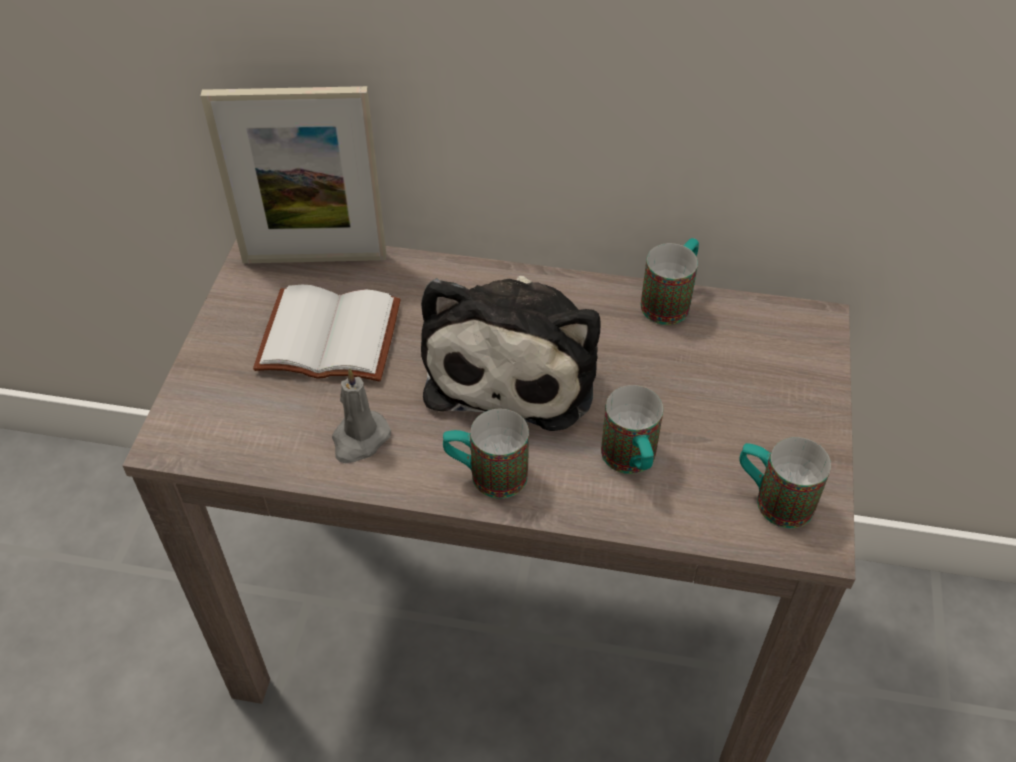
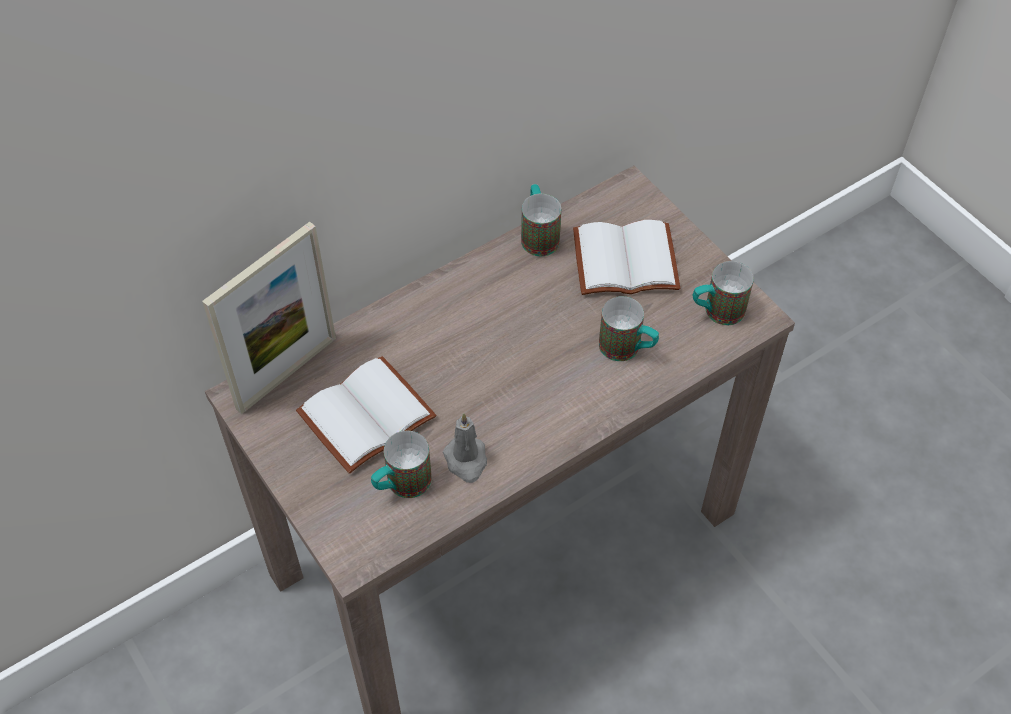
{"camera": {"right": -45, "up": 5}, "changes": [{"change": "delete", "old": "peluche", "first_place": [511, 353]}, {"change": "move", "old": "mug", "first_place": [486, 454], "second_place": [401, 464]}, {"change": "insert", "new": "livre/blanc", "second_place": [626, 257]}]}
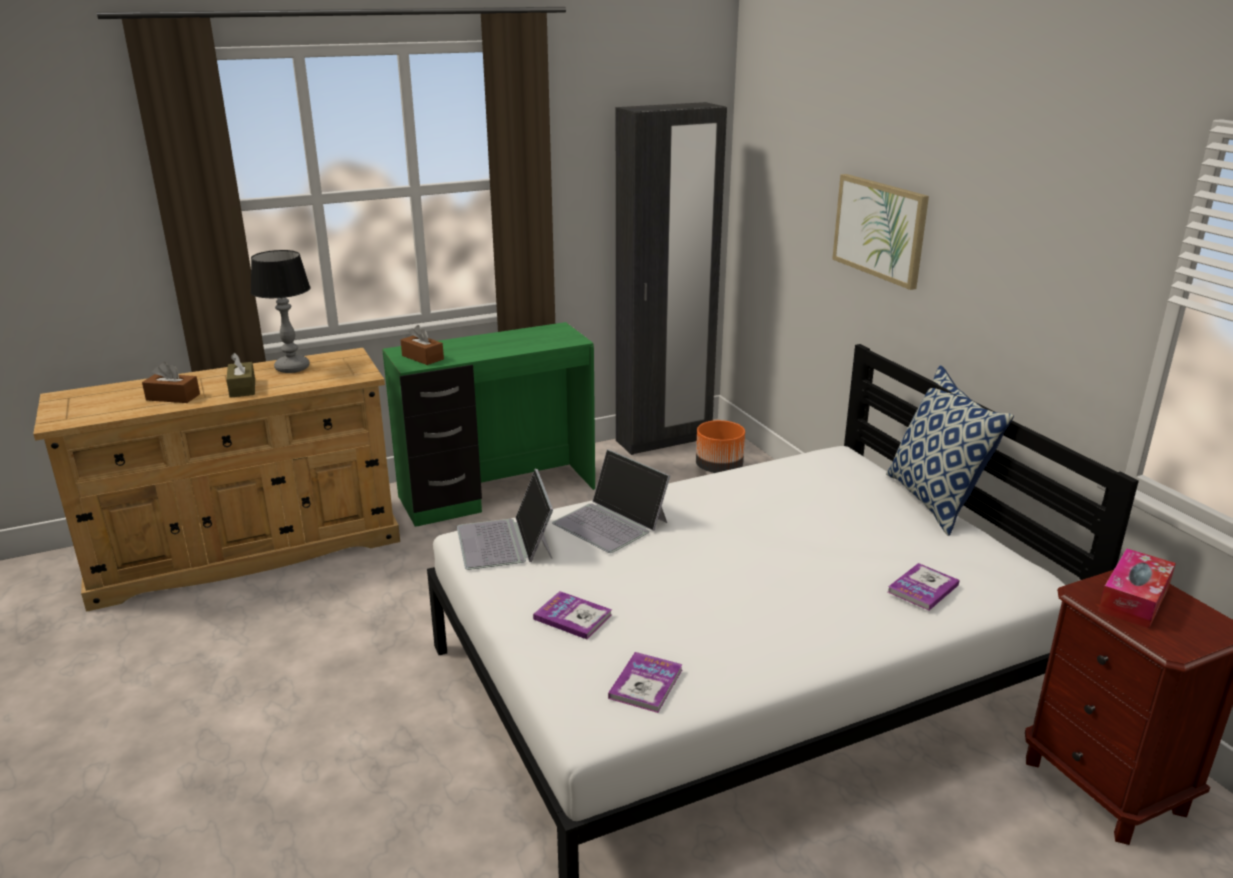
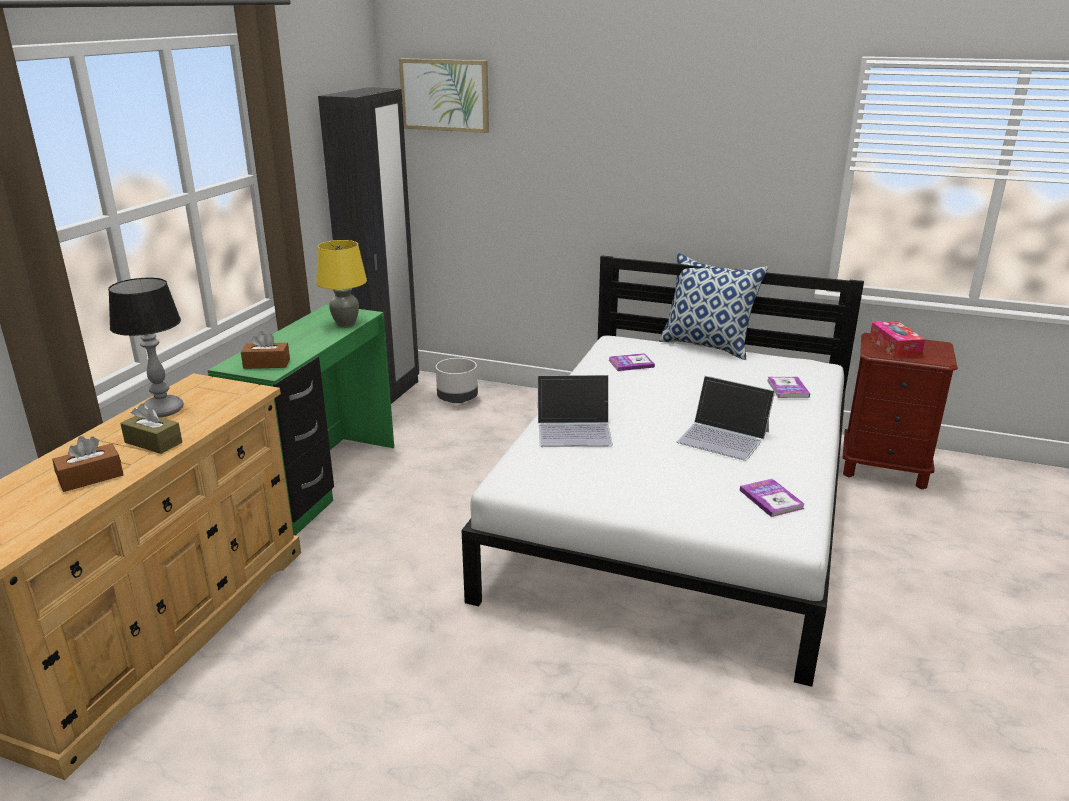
{"camera": {"right": -45, "up": 0}, "changes": [{"change": "move", "old": "ordinateur portable", "first_place": [505, 519], "second_place": [726, 418]}, {"change": "move", "old": "livre", "first_place": [572, 615], "second_place": [632, 362]}, {"change": "recolor", "old": "cache-pot/orange", "new": "cache-pot/gris", "first_place": [720, 446], "second_place": [457, 380]}, {"change": "move", "old": "tableau", "first_place": [880, 232], "second_place": [444, 95]}, {"change": "insert", "new": "lampe de table/jaune", "second_place": [341, 284]}]}
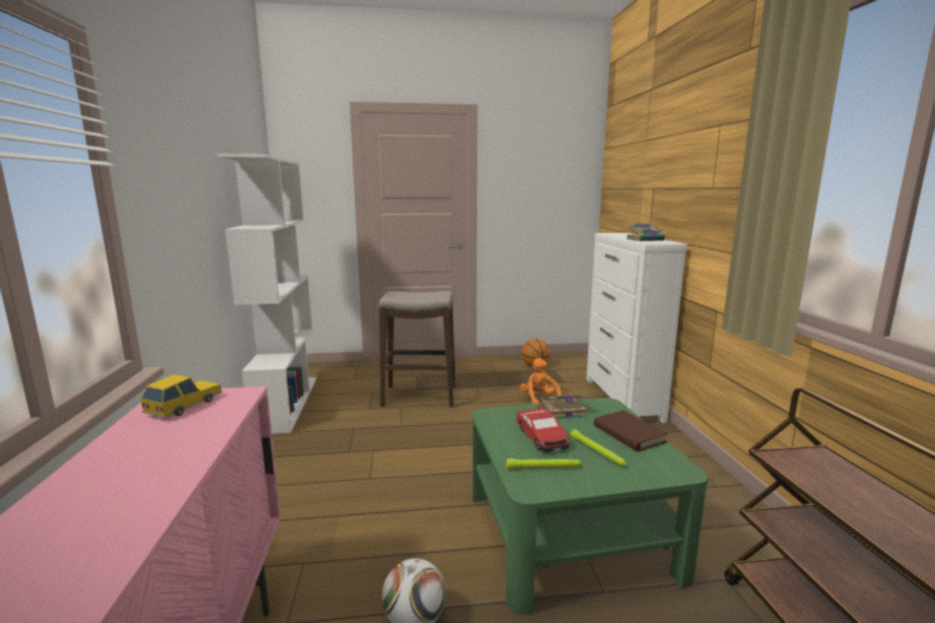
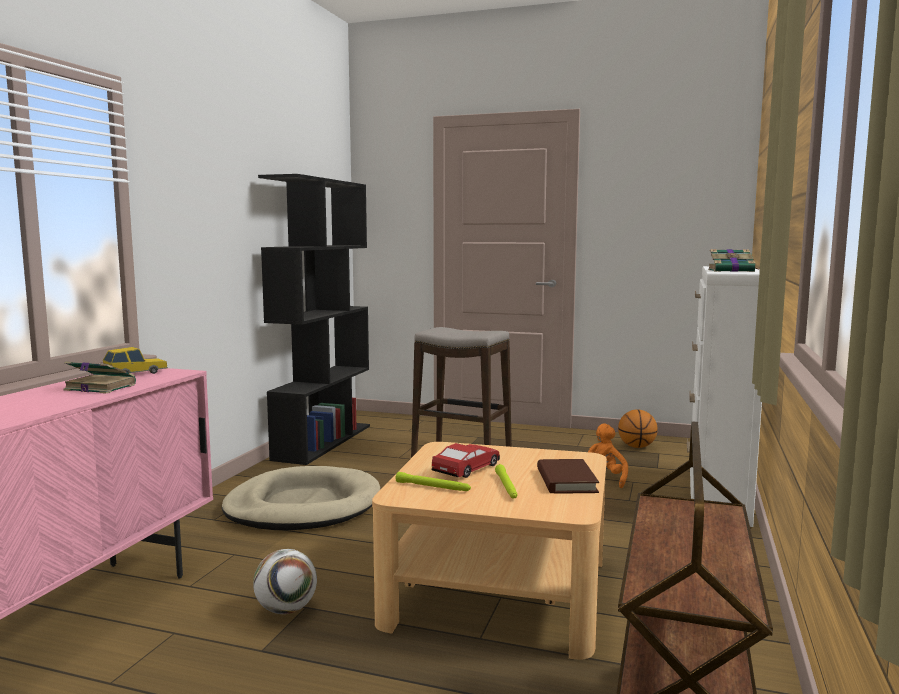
{"camera": {"right": 25, "up": -5}, "changes": [{"change": "recolor", "old": "bibliothèque/blanc", "new": "bibliothèque/noir", "first_place": [266, 294], "second_place": [314, 319]}, {"change": "recolor", "old": "table basse/vert", "new": "table basse/beige", "first_place": [590, 506], "second_place": [489, 550]}, {"change": "rotate", "old": "petite voiture", "first_place": [542, 430], "second_place": [466, 460], "degrees": -150}, {"change": "move", "old": "livre", "first_place": [562, 406], "second_place": [99, 377]}, {"change": "insert", "new": "panier pour chien/beige", "second_place": [301, 498]}]}
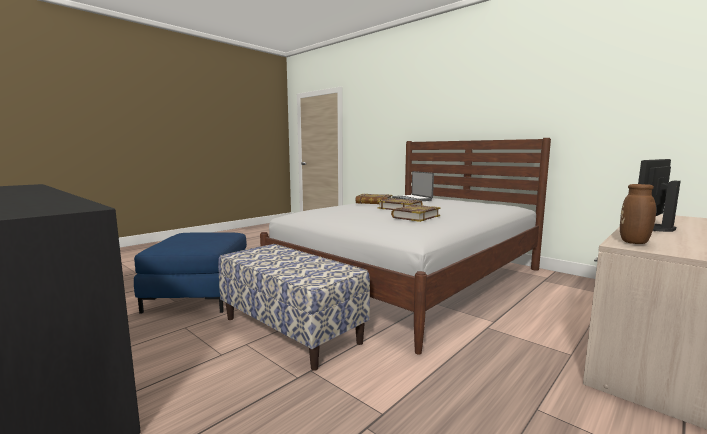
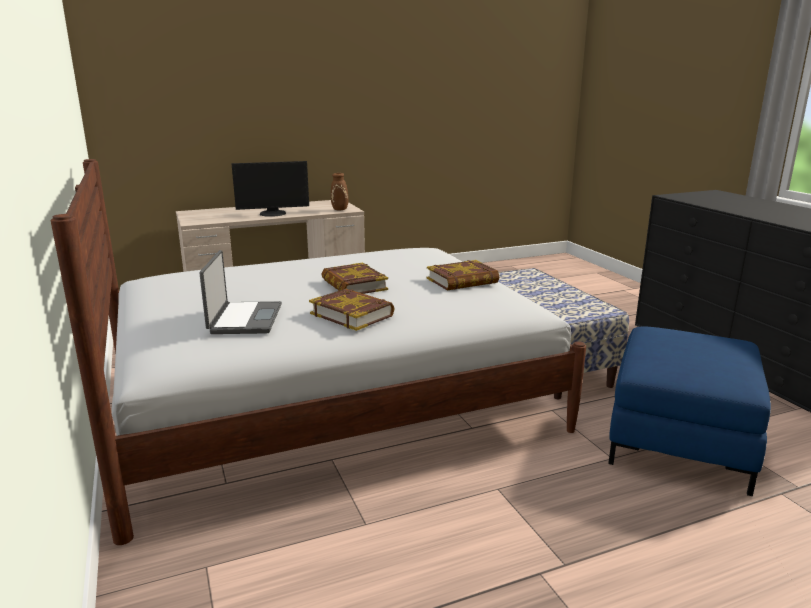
{"camera": {"right": -155, "up": 10}, "changes": [{"change": "move", "old": "livre", "first_place": [416, 213], "second_place": [463, 275]}]}
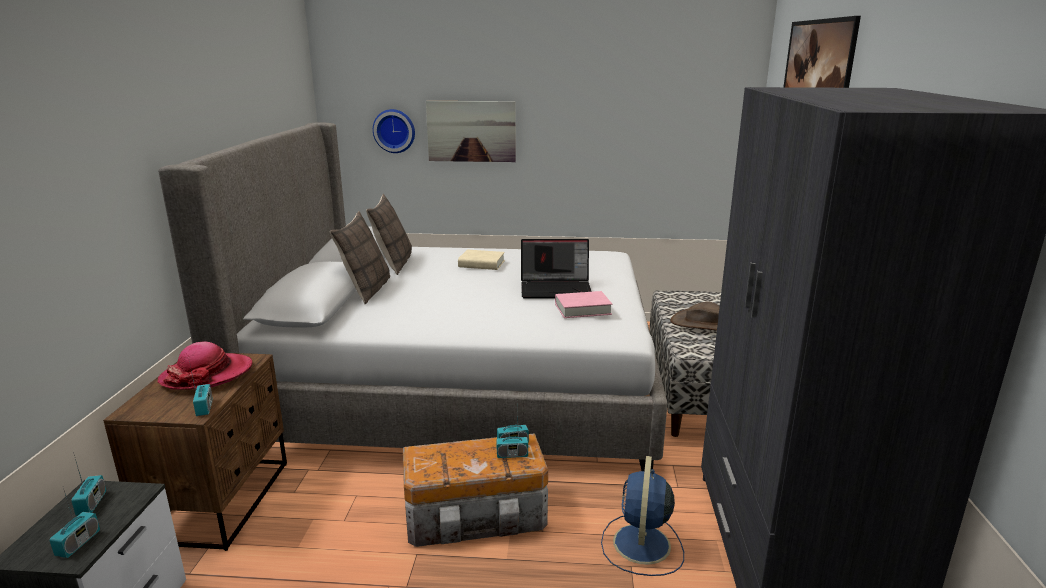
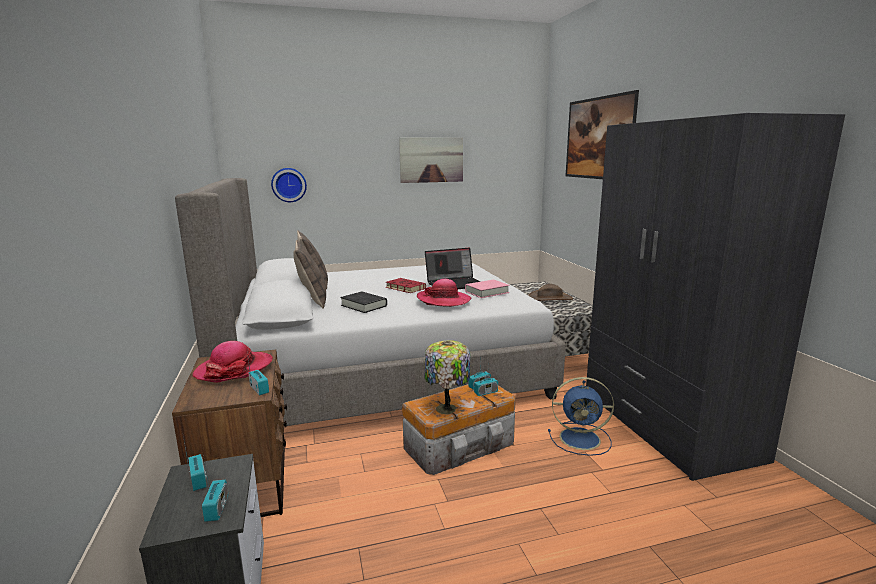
{"camera": {"right": -20, "up": -5}, "changes": [{"change": "move", "old": "tableau", "first_place": [471, 131], "second_place": [431, 160]}, {"change": "delete", "old": "livre/beige", "first_place": [481, 259]}, {"change": "rotate", "old": "ventilateur/bleu", "first_place": [642, 516], "second_place": [581, 416], "degrees": -75}, {"change": "insert", "new": "livre/noir", "second_place": [363, 302]}, {"change": "insert", "new": "livre/rouge", "second_place": [406, 285]}, {"change": "insert", "new": "chapeau", "second_place": [444, 293]}, {"change": "insert", "new": "lampe de table", "second_place": [447, 377]}]}
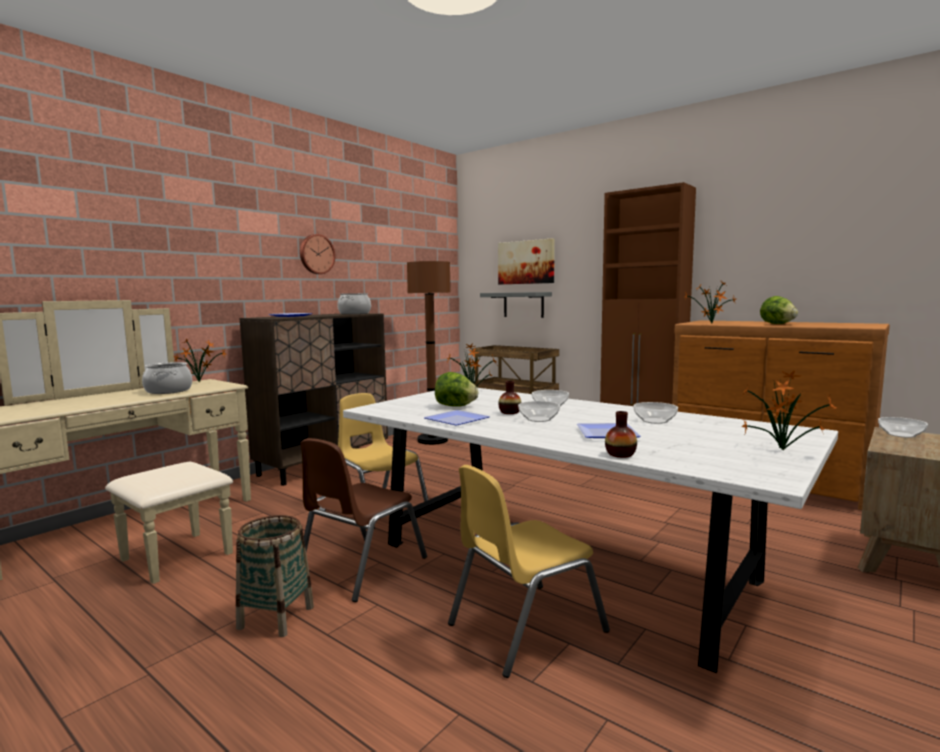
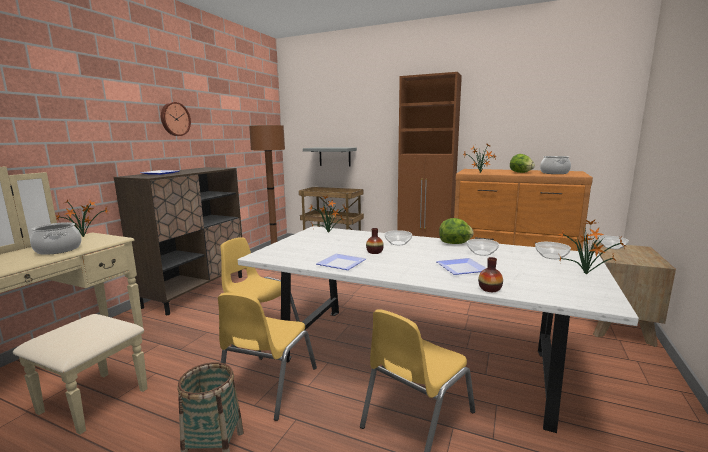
{"camera": {"right": -15, "up": 5}, "changes": [{"change": "recolor", "old": "chaise/marron", "new": "chaise/jaune", "first_place": [364, 520], "second_place": [267, 357]}, {"change": "move", "old": "marmite", "first_place": [354, 303], "second_place": [555, 165]}, {"change": "move", "old": "laitue", "first_place": [456, 389], "second_place": [456, 231]}, {"change": "delete", "old": "tableau", "first_place": [526, 261]}, {"change": "move", "old": "bol", "first_place": [539, 411], "second_place": [553, 250]}]}
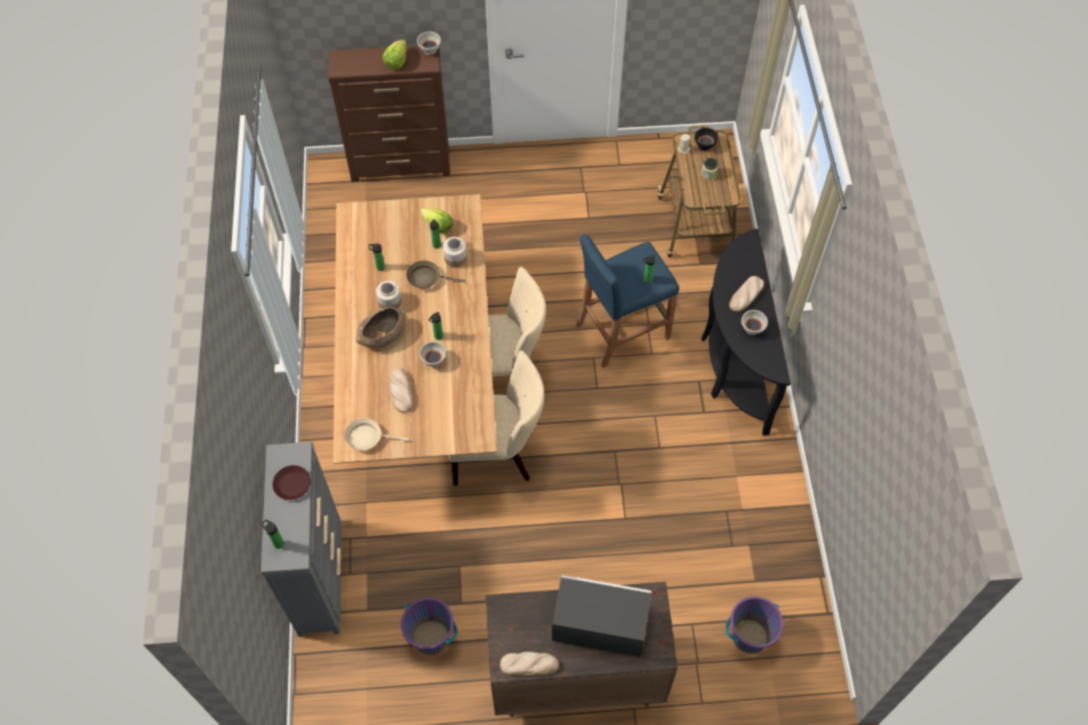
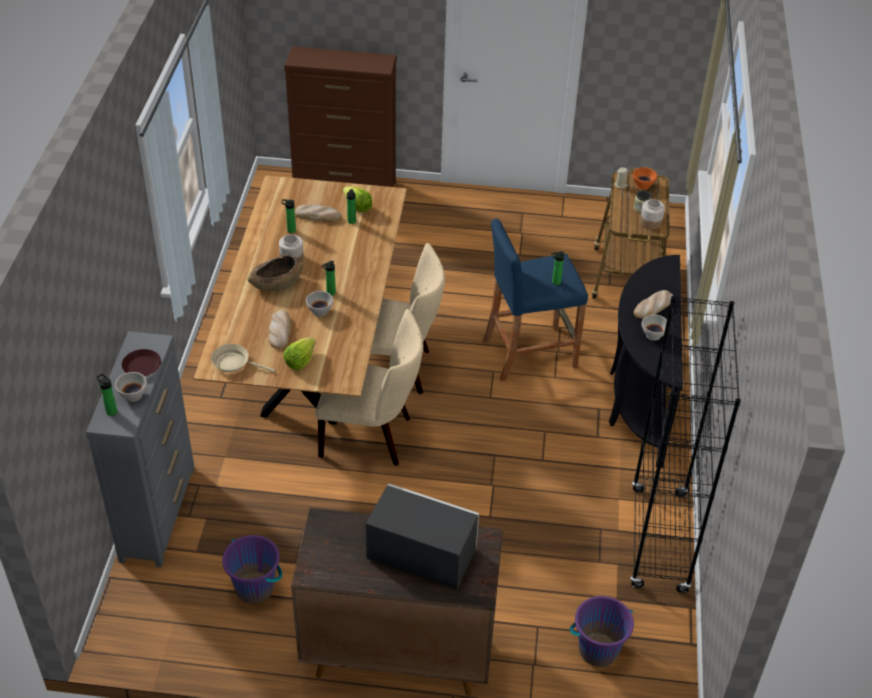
{"camera": {"right": 10, "up": -15}, "changes": [{"change": "move", "old": "laitue", "first_place": [394, 55], "second_place": [299, 353]}, {"change": "delete", "old": "poêle/marron", "first_place": [436, 274]}, {"change": "move", "old": "bol/blanc", "first_place": [429, 43], "second_place": [131, 387]}, {"change": "move", "old": "bocal", "first_place": [455, 252], "second_place": [652, 214]}, {"change": "move", "old": "pain", "first_place": [529, 664], "second_place": [318, 213]}, {"change": "recolor", "old": "bol/noir", "new": "bol/orange", "first_place": [706, 139], "second_place": [645, 178]}, {"change": "insert", "new": "bibliothèque/noir", "second_place": [685, 444]}]}
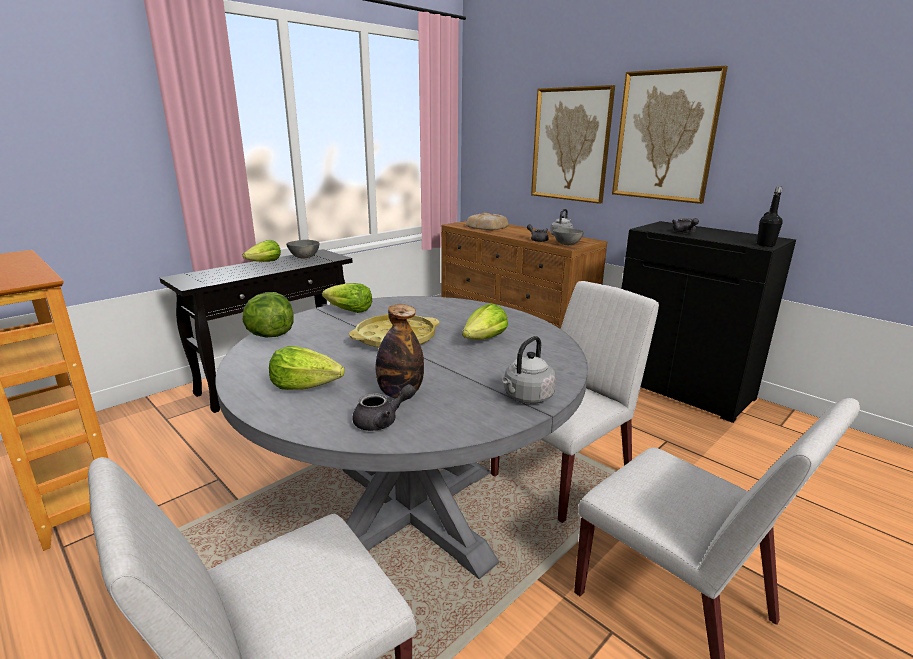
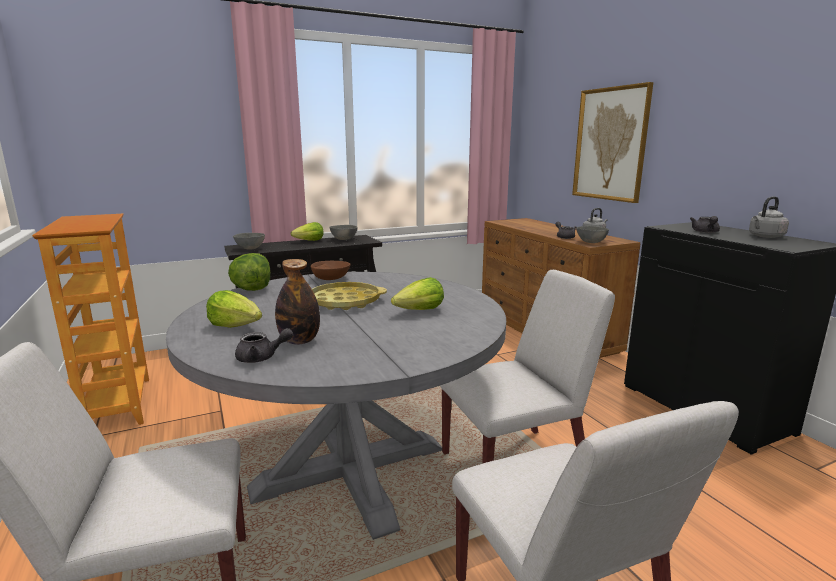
{"camera": {"right": 20, "up": -5}, "changes": [{"change": "replace", "old": "laitue", "new": "bol/marron", "first_place": [347, 298], "second_place": [331, 270]}, {"change": "delete", "old": "pain", "first_place": [487, 221]}, {"change": "move", "old": "bouilloire/gris", "first_place": [529, 370], "second_place": [769, 217]}, {"change": "delete", "old": "tableau", "first_place": [670, 135]}, {"change": "delete", "old": "bouteille/noir", "first_place": [770, 216]}, {"change": "insert", "new": "bol/gris", "second_place": [249, 241]}]}
